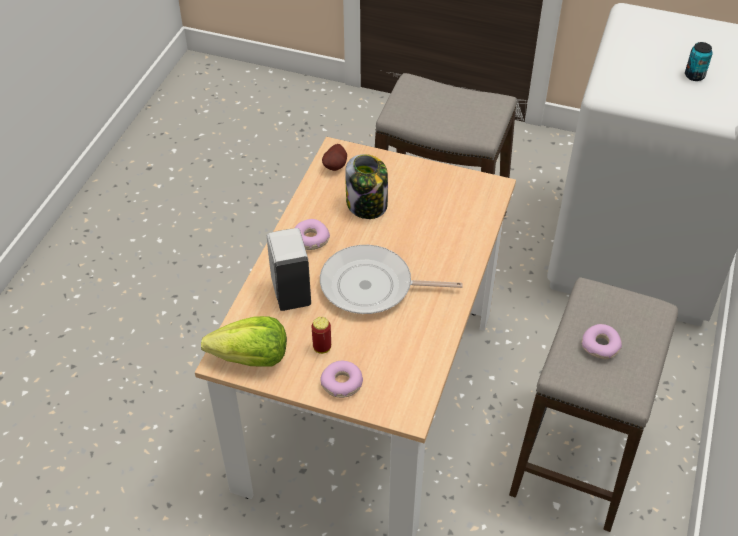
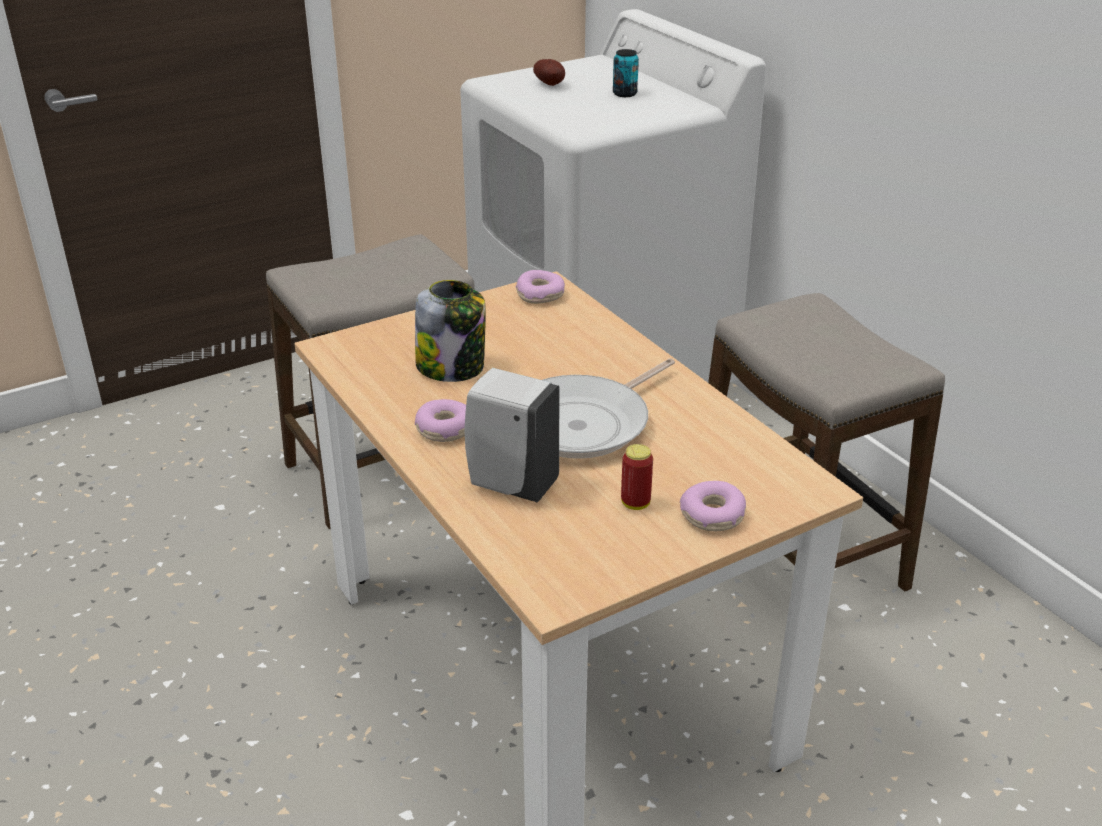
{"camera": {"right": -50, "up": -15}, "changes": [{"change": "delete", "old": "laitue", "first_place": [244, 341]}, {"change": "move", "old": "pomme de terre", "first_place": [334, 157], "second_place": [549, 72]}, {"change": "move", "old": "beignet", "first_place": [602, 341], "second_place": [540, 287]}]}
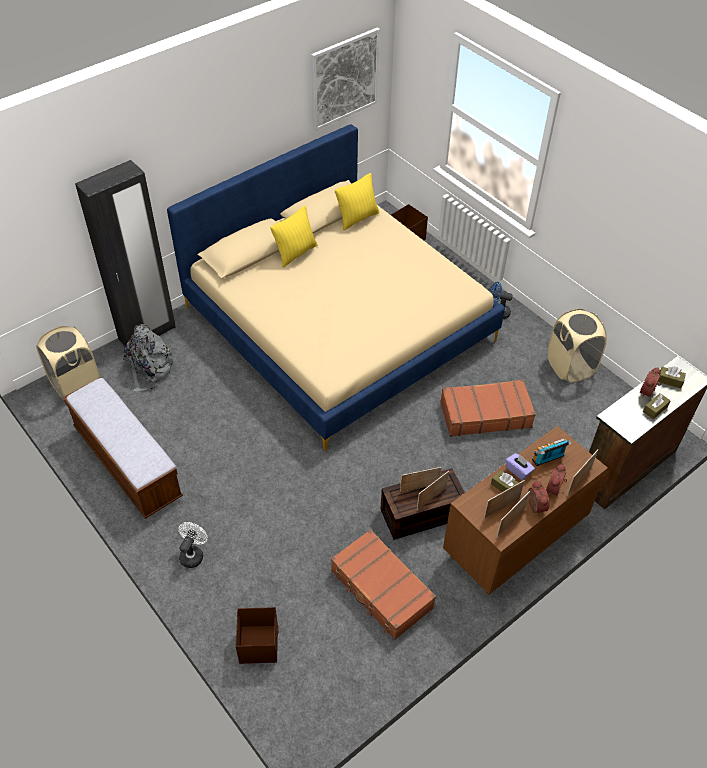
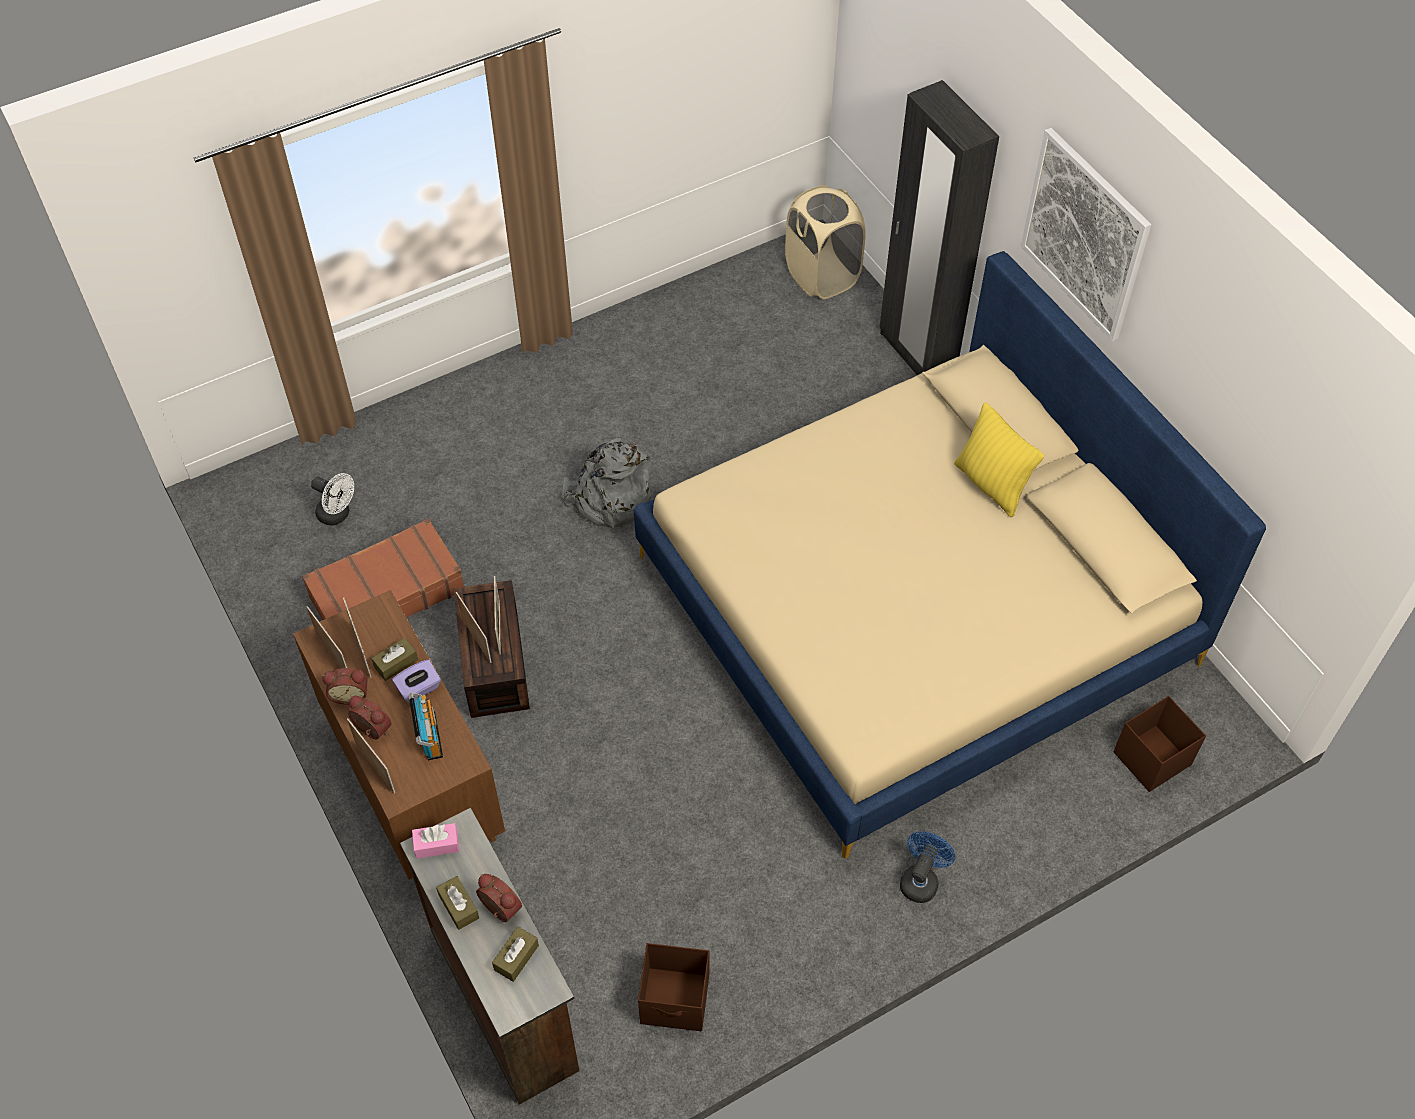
{"camera": {"right": 100, "up": 5}, "changes": [{"change": "delete", "old": "banc", "first_place": [123, 448]}, {"change": "move", "old": "sac à dos/gris", "first_place": [149, 358], "second_place": [606, 483]}, {"change": "move", "old": "ventilateur/blanc", "first_place": [193, 545], "second_place": [332, 499]}, {"change": "move", "old": "boîte de rangement/marron", "first_place": [257, 635], "second_place": [673, 987]}, {"change": "move", "old": "tableau", "first_place": [345, 79], "second_place": [1086, 234]}, {"change": "delete", "old": "coussin/jaune", "first_place": [357, 201]}, {"change": "delete", "old": "valise/marron", "first_place": [488, 408]}, {"change": "delete", "old": "panier à linge/beige", "first_place": [577, 346]}, {"change": "insert", "new": "boîte à mouchoirs/rose", "second_place": [435, 840]}]}
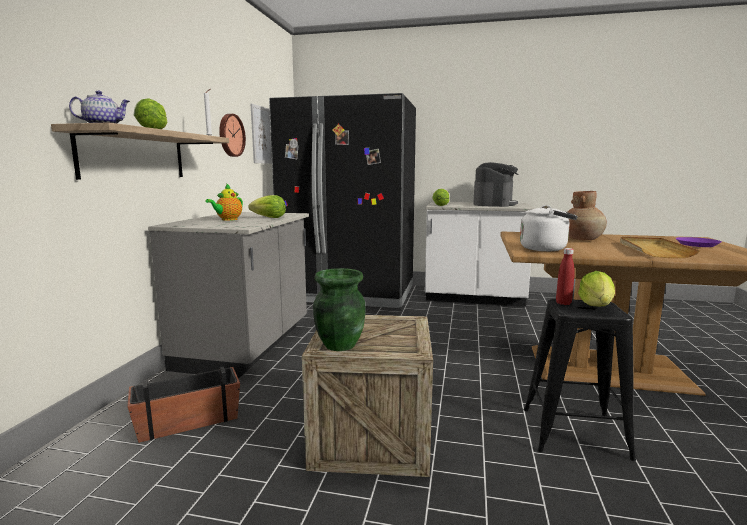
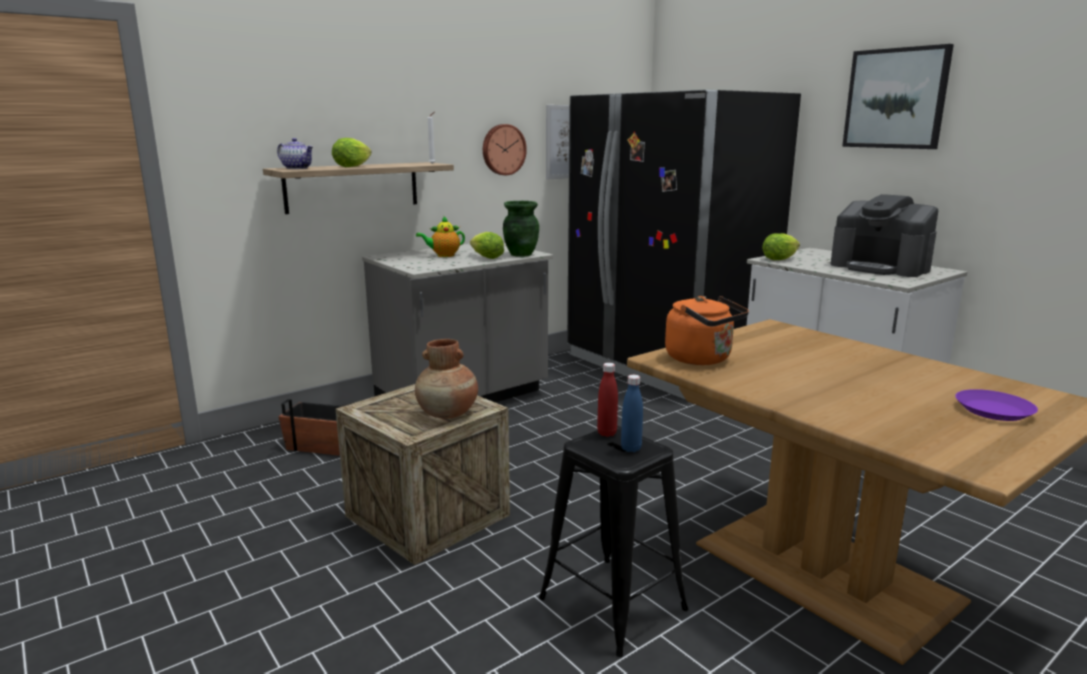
{"camera": {"right": 40, "up": 5}, "changes": [{"change": "move", "old": "vase/vert", "first_place": [339, 309], "second_place": [521, 229]}, {"change": "rotate", "old": "machine à café", "first_place": [495, 184], "second_place": [884, 235], "degrees": 75}, {"change": "recolor", "old": "bouilloire/blanc", "new": "bouilloire/orange", "first_place": [549, 228], "second_place": [707, 330]}, {"change": "move", "old": "vase/marron", "first_place": [587, 215], "second_place": [446, 379]}, {"change": "replace", "old": "laitue", "new": "bouteille/bleu", "first_place": [596, 288], "second_place": [632, 413]}, {"change": "delete", "old": "plateau/beige", "first_place": [660, 247]}, {"change": "insert", "new": "tableau", "second_place": [898, 96]}]}
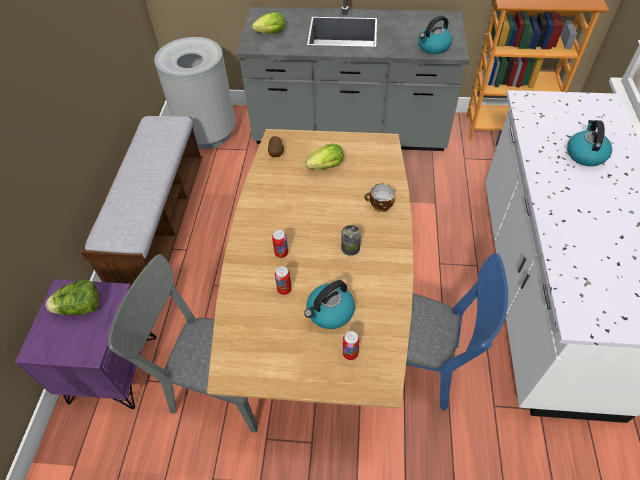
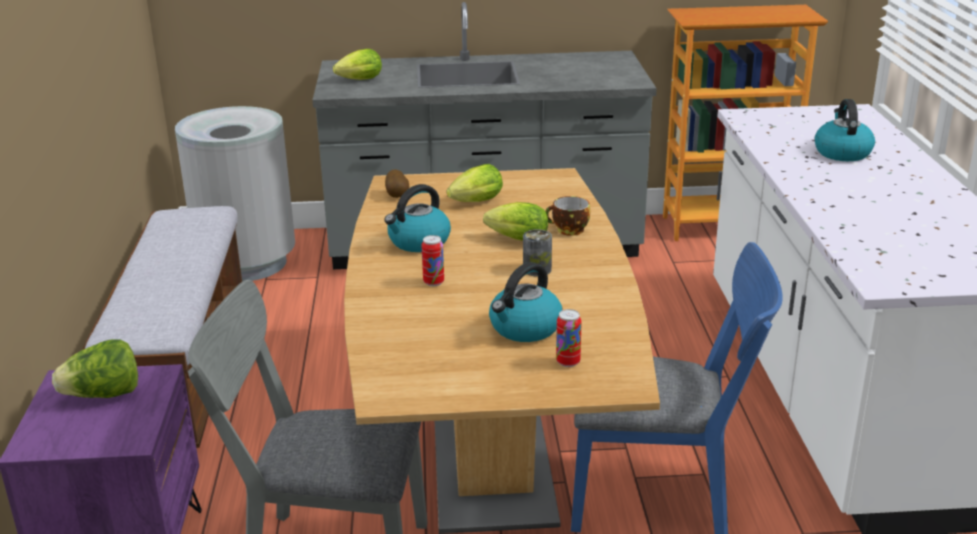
{"camera": {"right": -10, "up": -25}, "changes": [{"change": "delete", "old": "boîte métallique", "first_place": [283, 280]}, {"change": "move", "old": "bouilloire", "first_place": [435, 35], "second_place": [417, 218]}, {"change": "insert", "new": "laitue", "second_place": [515, 221]}]}
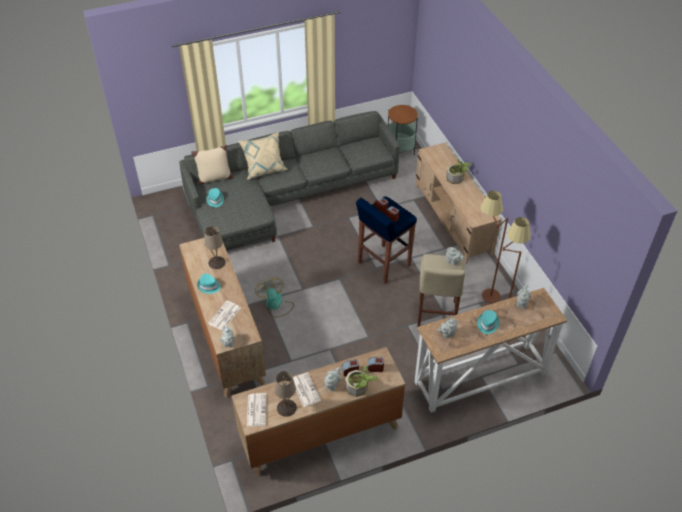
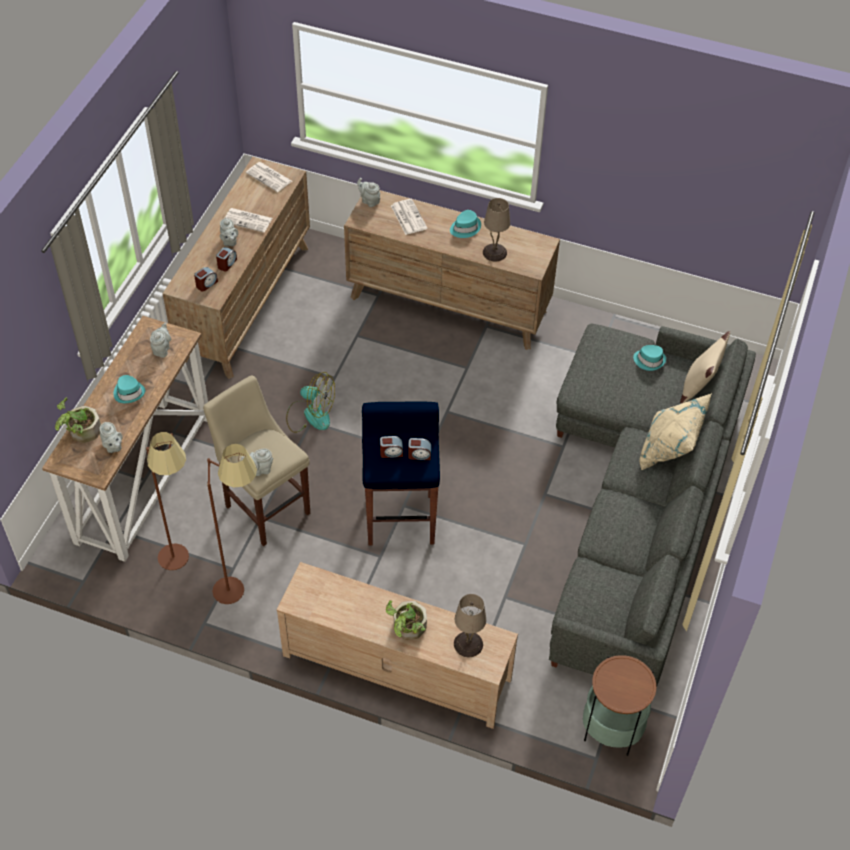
{"camera": {"right": 130, "up": 5}, "changes": [{"change": "move", "old": "ventilateur", "first_place": [274, 297], "second_place": [310, 402]}, {"change": "move", "old": "lampe de table/beige", "first_place": [285, 394], "second_place": [470, 625]}, {"change": "move", "old": "plante en pot", "first_place": [361, 381], "second_place": [78, 420]}]}
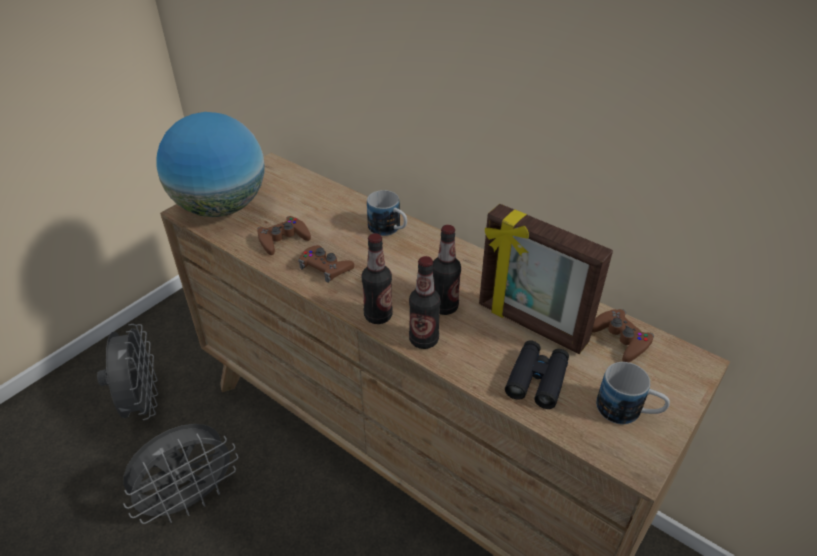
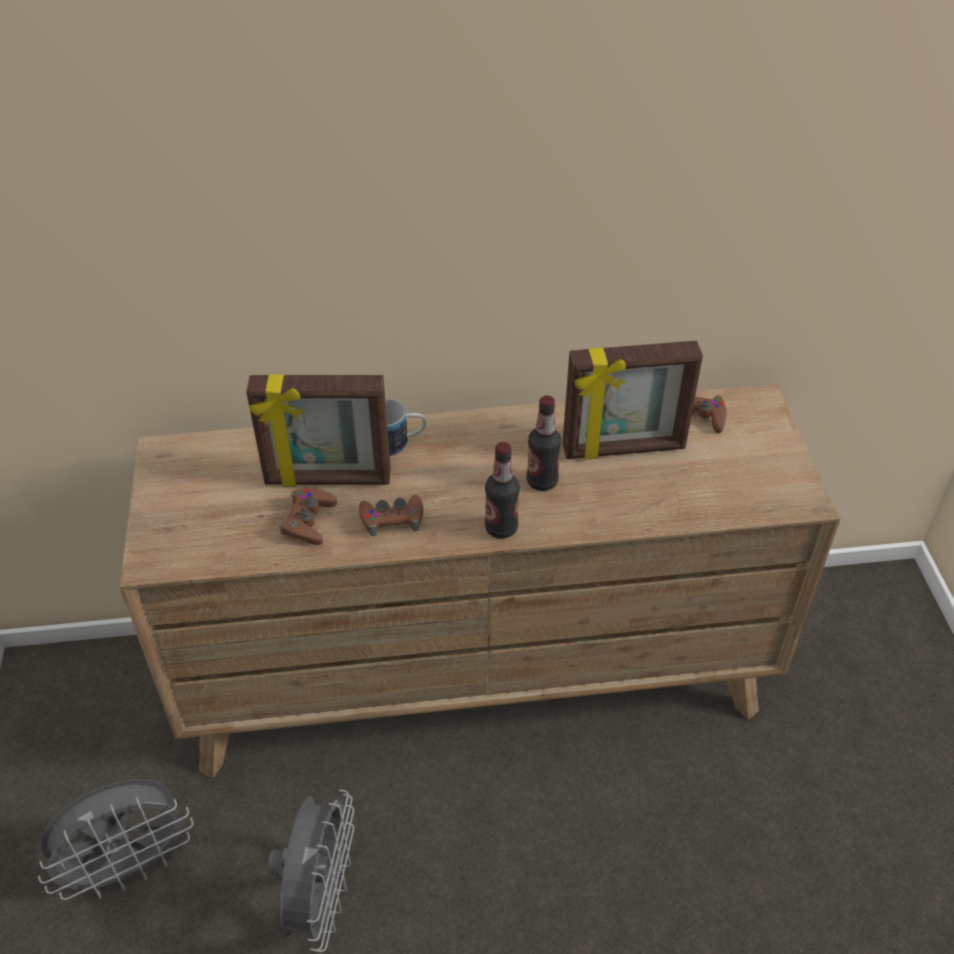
{"camera": {"right": -45, "up": 5}, "changes": [{"change": "rotate", "old": "ventilateur/gris", "first_place": [127, 372], "second_place": [115, 839], "degrees": 120}, {"change": "delete", "old": "globe", "first_place": [210, 164]}, {"change": "delete", "old": "bouteille", "first_place": [425, 302]}, {"change": "delete", "old": "jumelles/noir", "first_place": [537, 374]}, {"change": "delete", "old": "mug", "first_place": [633, 393]}, {"change": "insert", "new": "cadre photo", "second_place": [318, 431]}]}
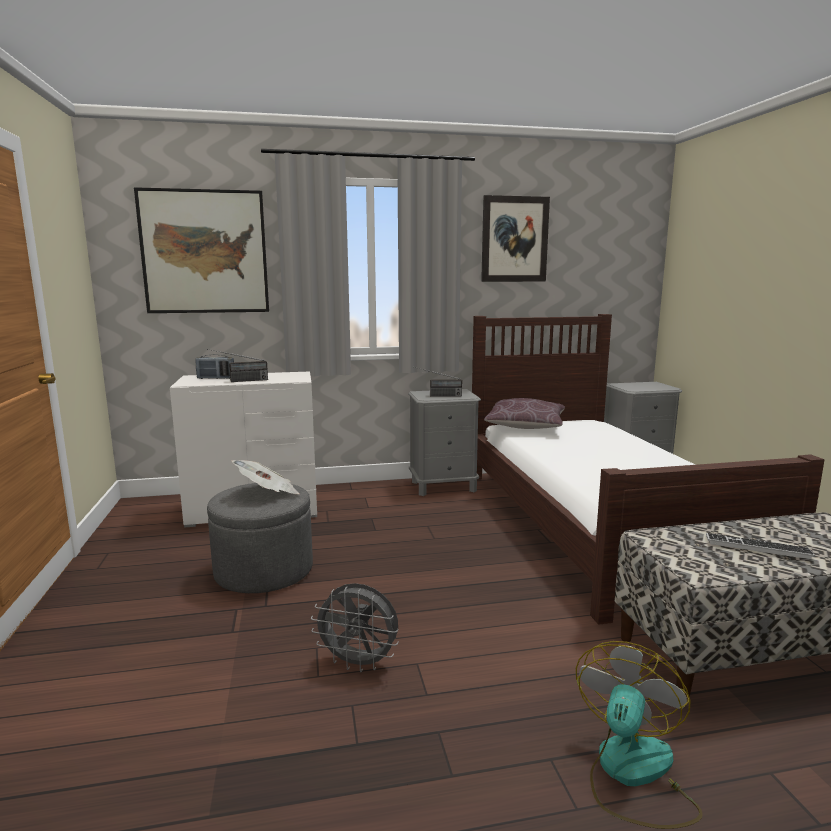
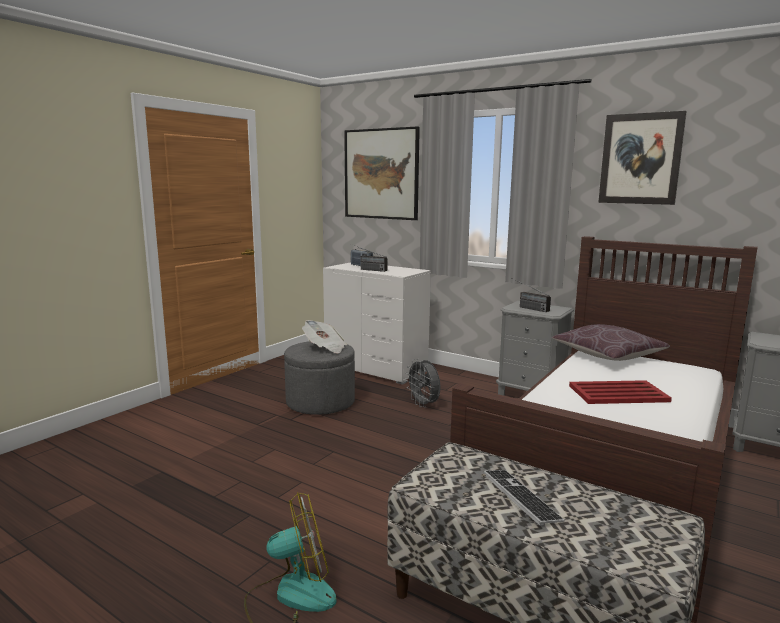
{"camera": {"right": 45, "up": 0}, "changes": [{"change": "move", "old": "ventilateur/gris", "first_place": [355, 627], "second_place": [423, 383]}, {"change": "insert", "new": "plateau/rouge", "second_place": [620, 392]}]}
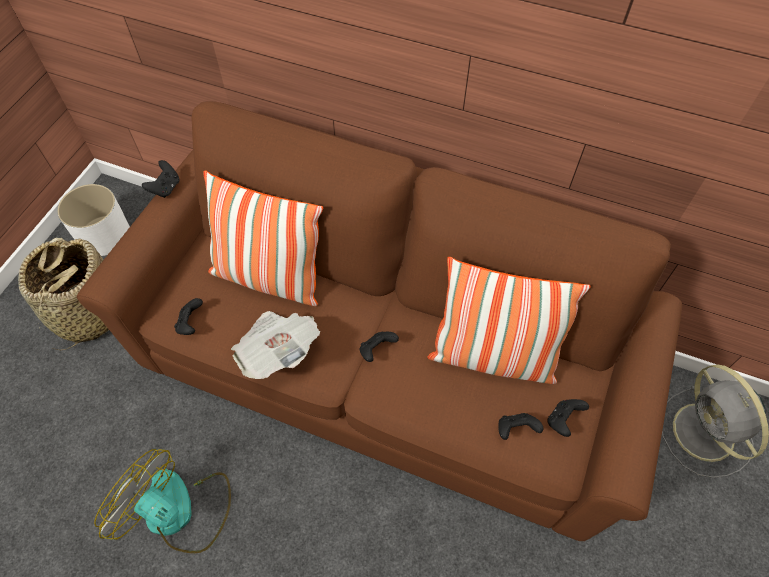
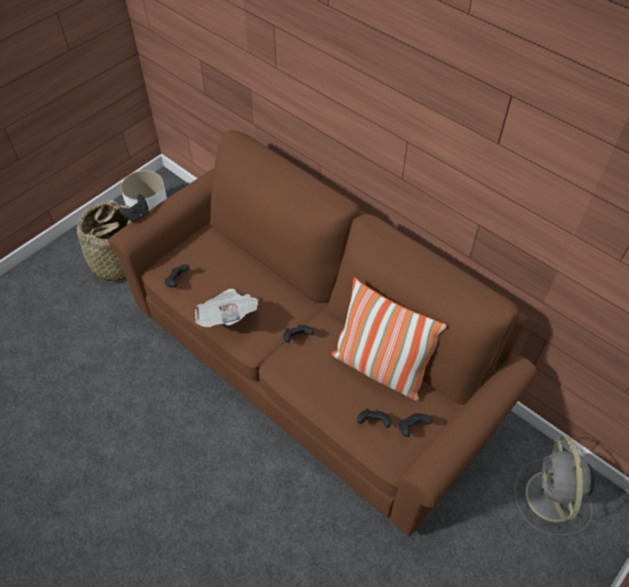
{"camera": {"right": 20, "up": -5}, "changes": [{"change": "delete", "old": "ventilateur", "first_place": [162, 501]}, {"change": "move", "old": "manette/noir", "first_place": [161, 179], "second_place": [134, 208]}, {"change": "delete", "old": "coussin", "first_place": [263, 238]}]}
